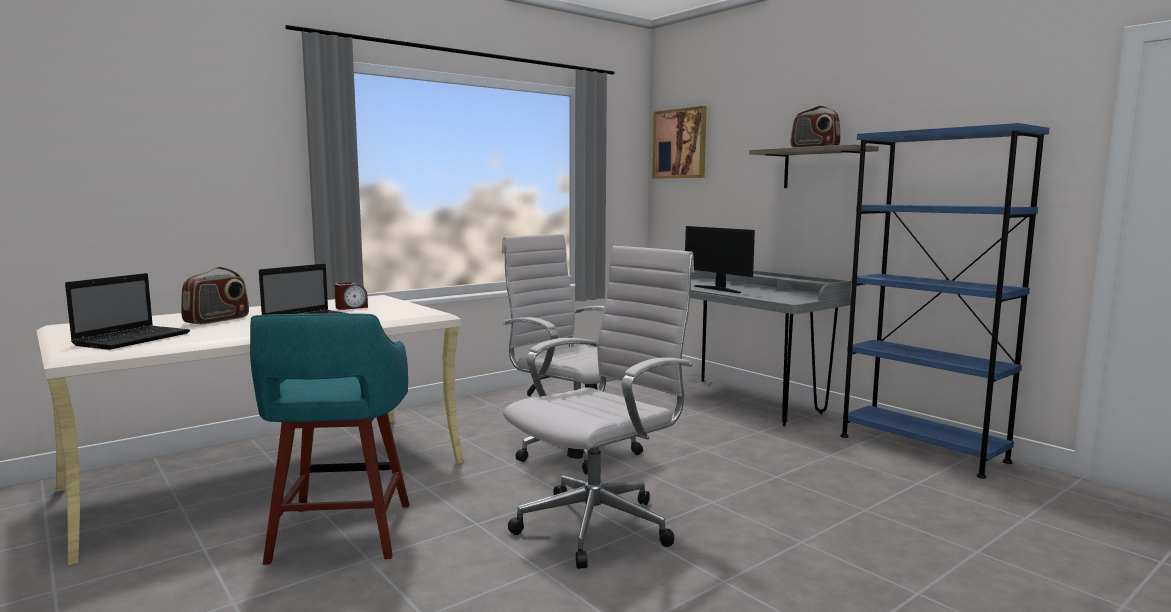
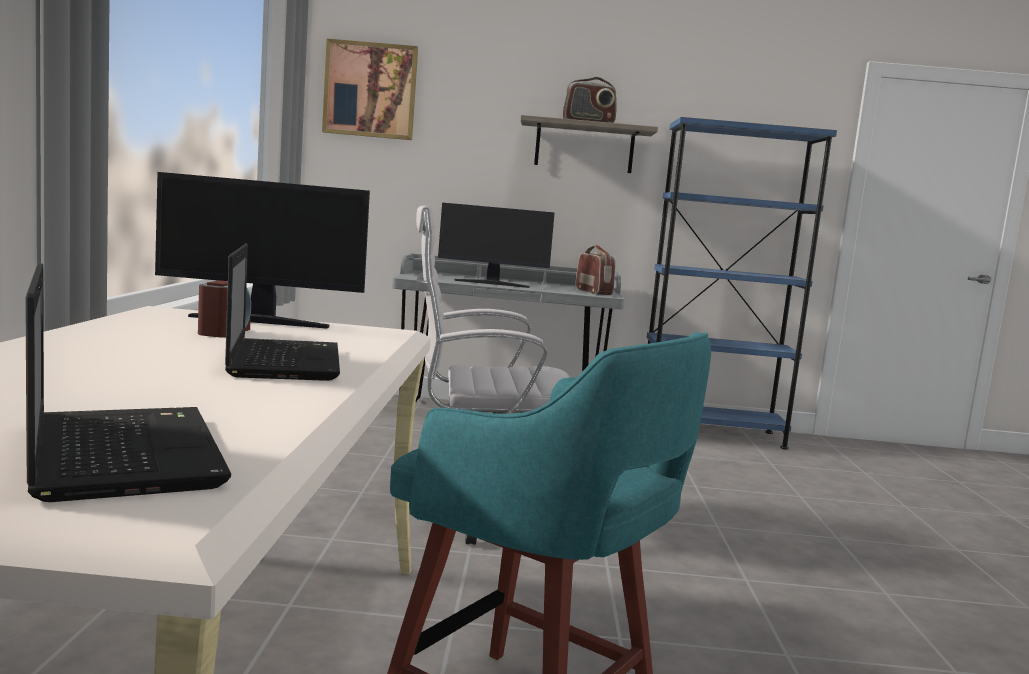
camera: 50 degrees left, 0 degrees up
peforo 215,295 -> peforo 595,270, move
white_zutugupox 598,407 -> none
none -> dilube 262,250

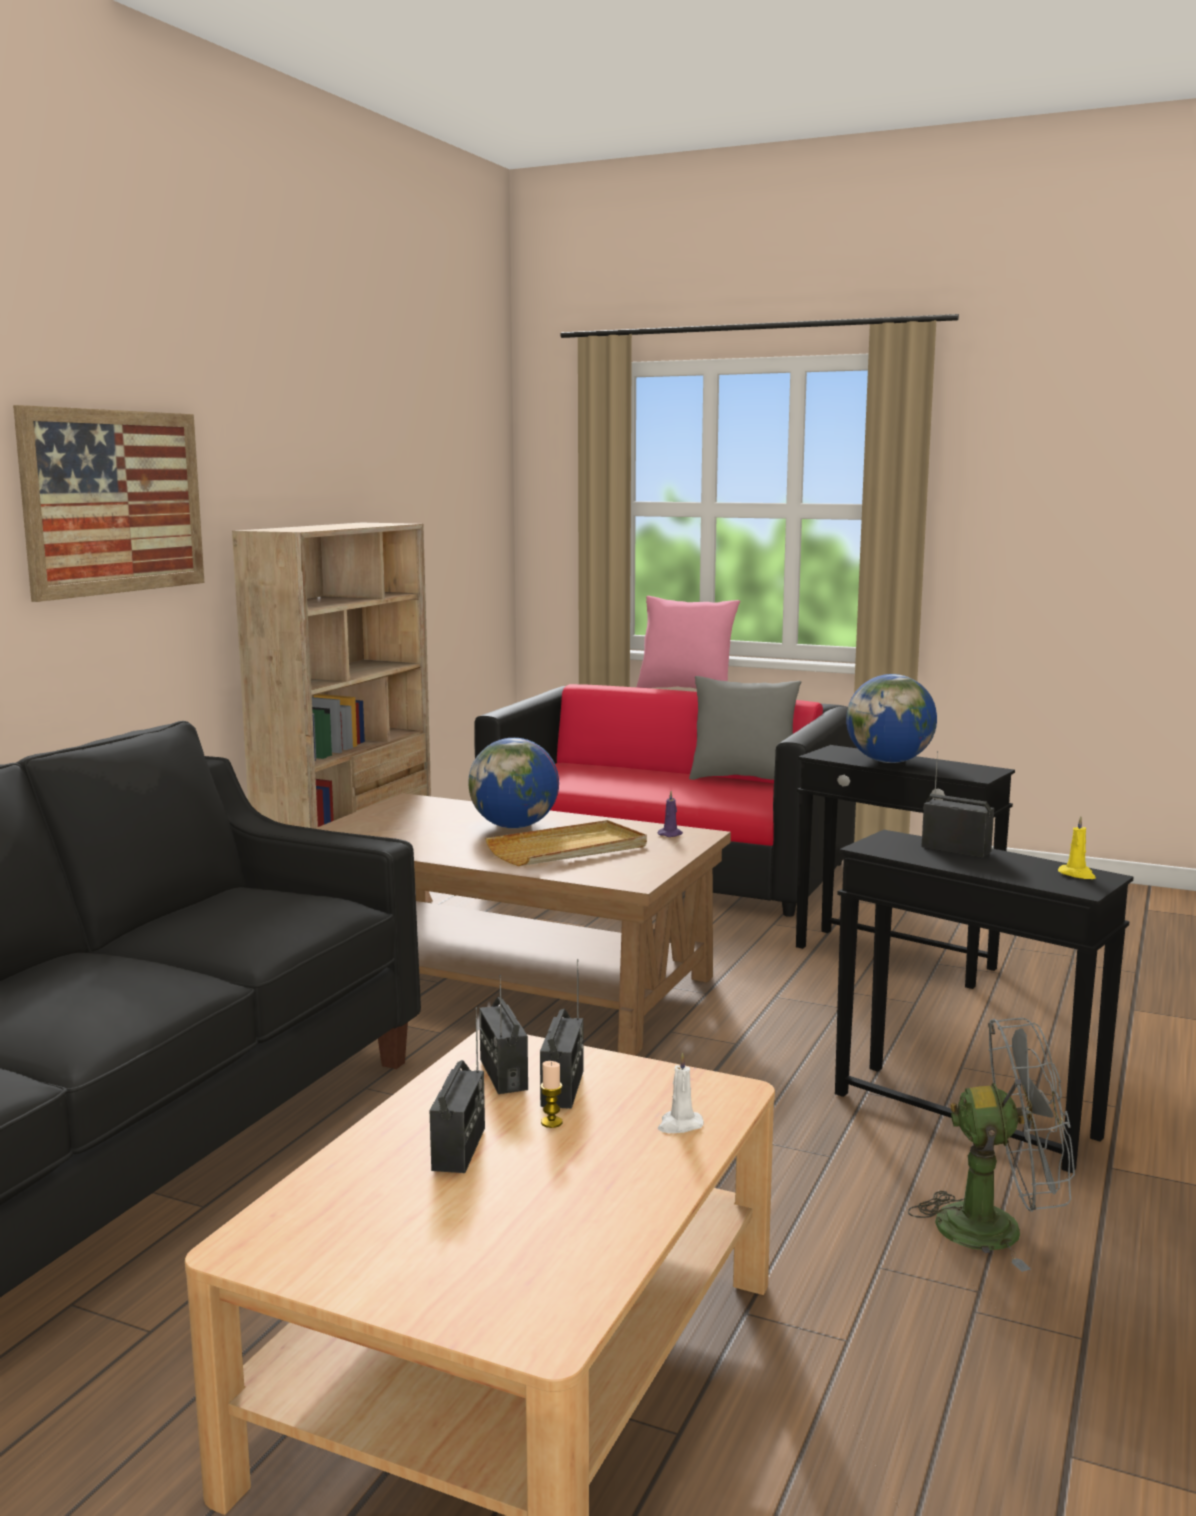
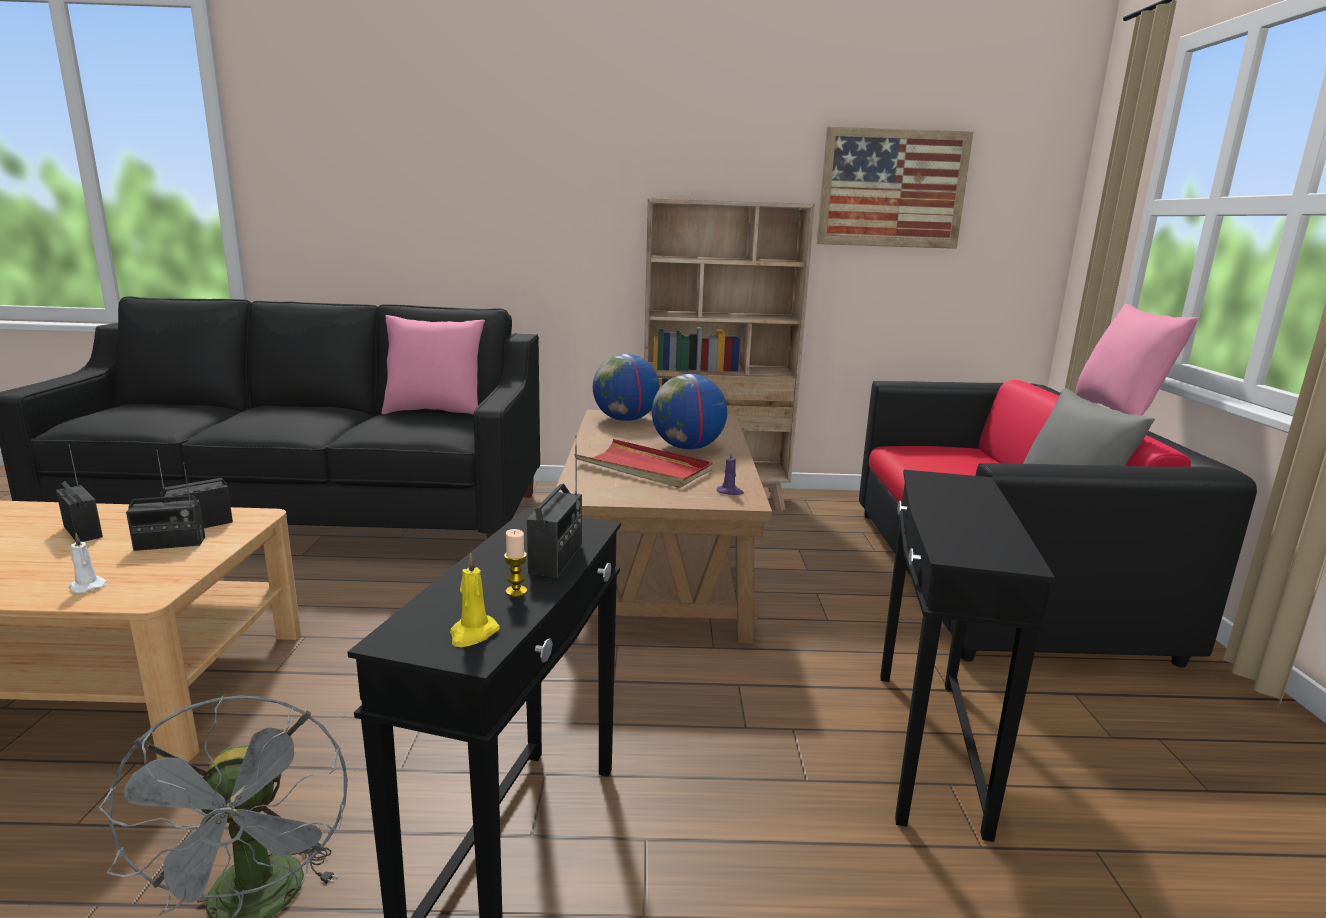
camera: 65 degrees right, 5 degrees up
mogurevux 109,503 -> mogurevux 895,188, move
peforo 457,1090 -> peforo 79,493, 120 degrees counterclockwise
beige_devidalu 566,843 -> red_devidalu 643,463
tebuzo 551,1094 -> tebuzo 515,563, move
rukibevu 891,718 -> rukibevu 626,387, move
none -> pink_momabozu 433,364

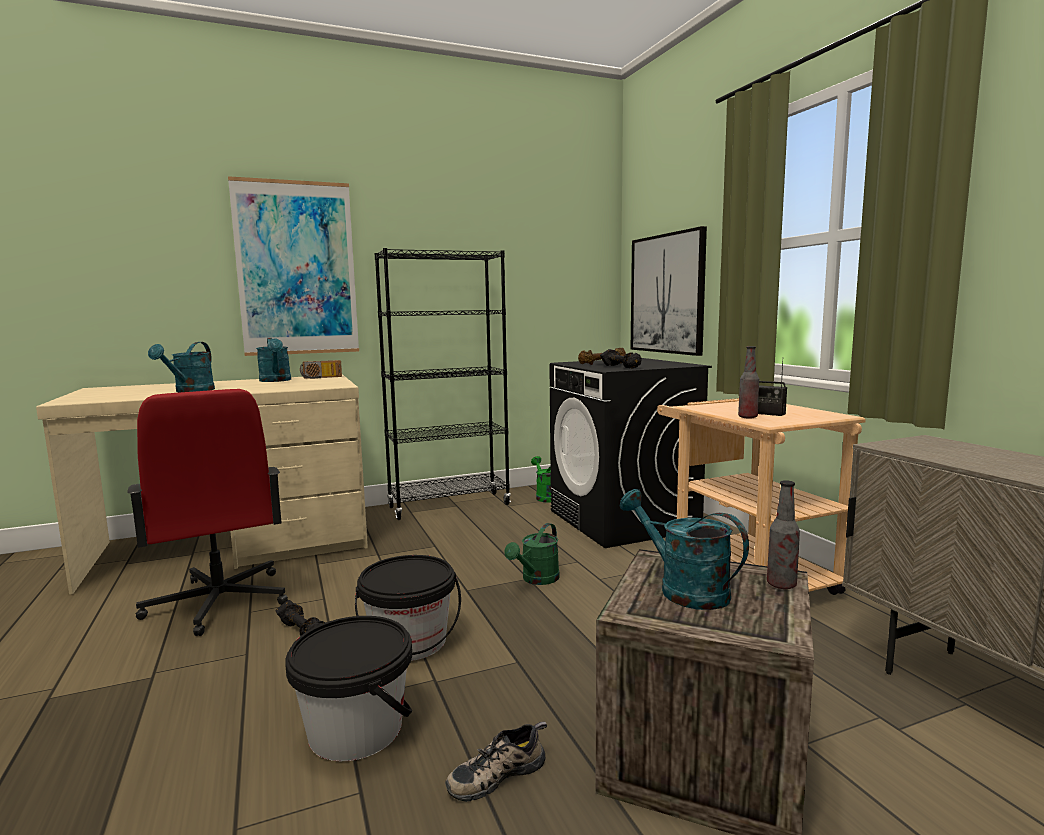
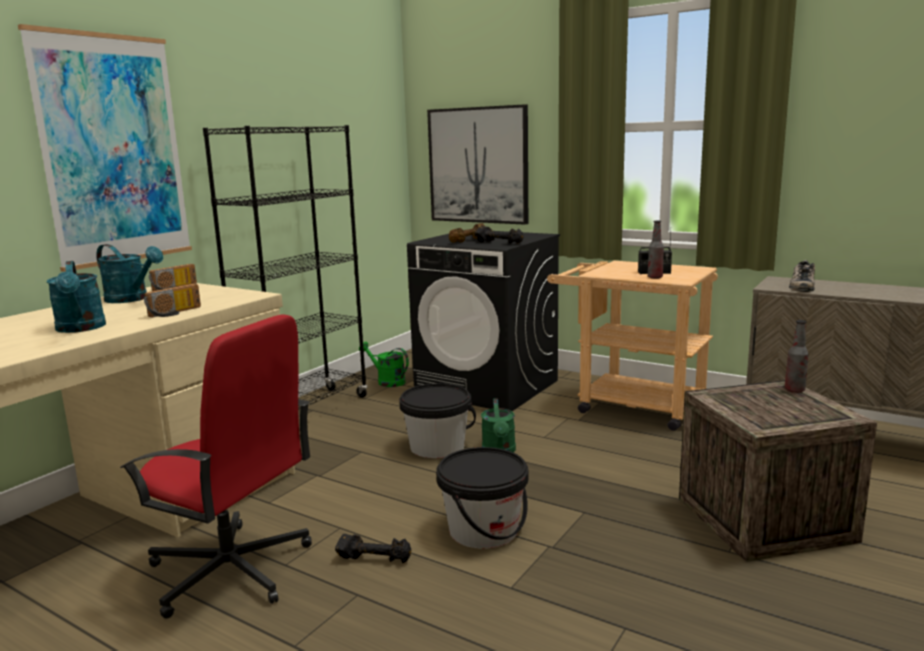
camera: 35 degrees left, 5 degrees up
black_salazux 348,688 -> black_salazux 437,420, move
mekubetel 496,761 -> mekubetel 802,276, move
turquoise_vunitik 684,549 -> none
none -> peforo 172,301

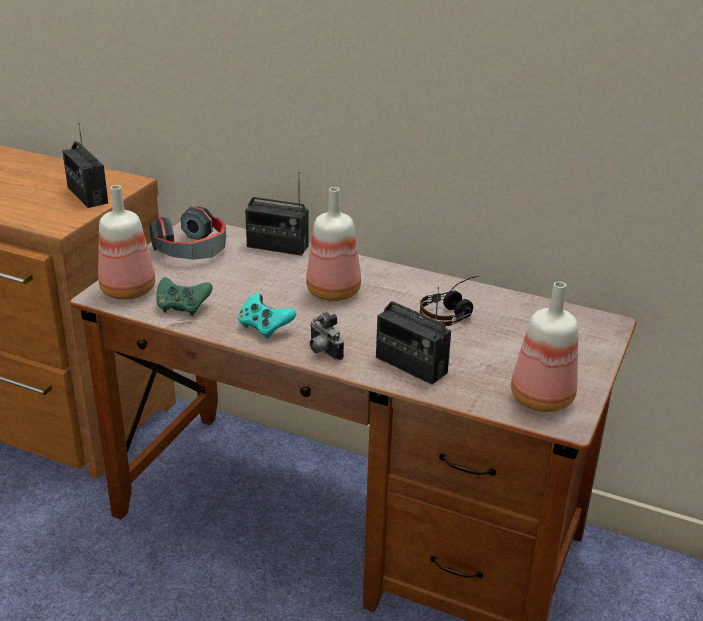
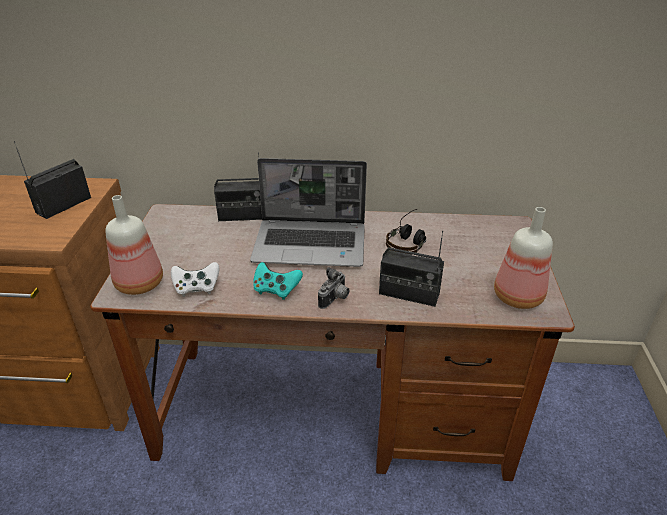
camera: 20 degrees left, 5 degrees up
peforo 85,165 -> peforo 52,180, 90 degrees clockwise
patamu 187,233 -> none
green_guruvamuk 184,296 -> white_guruvamuk 195,279
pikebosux 333,244 -> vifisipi 308,212
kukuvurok 327,336 -> kukuvurok 334,288, 90 degrees counterclockwise

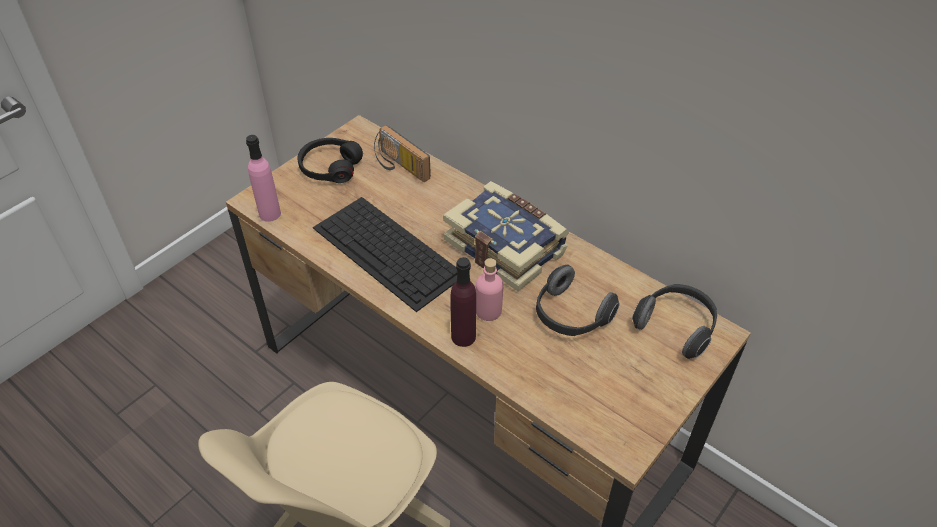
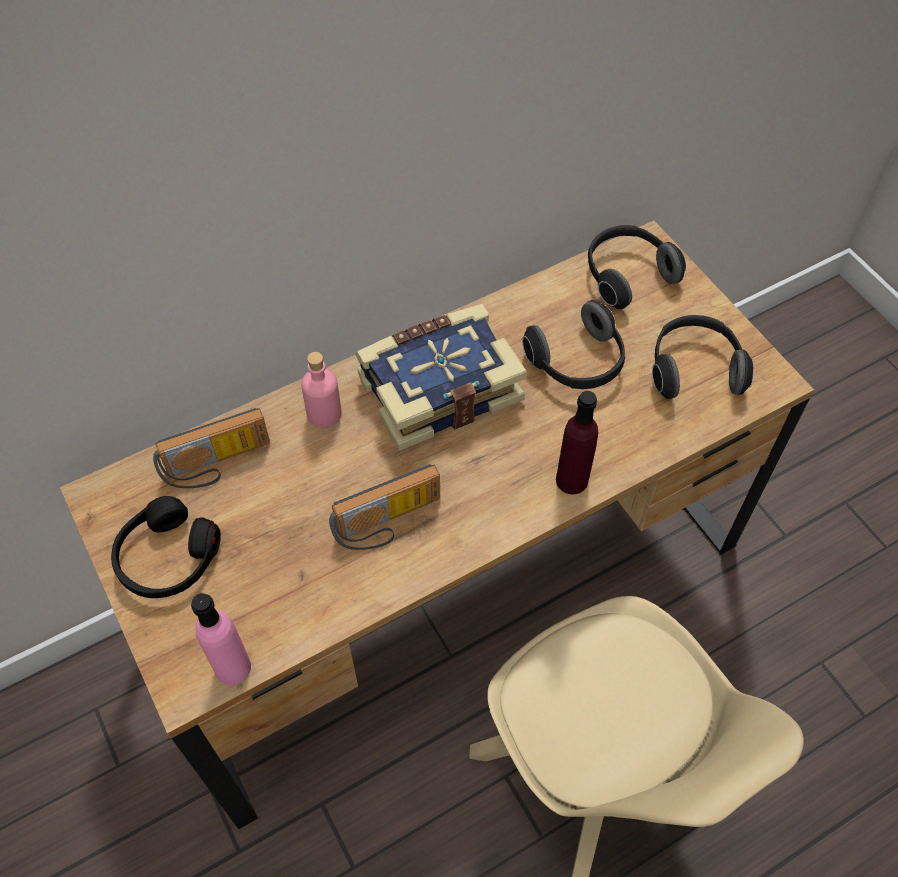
camera: 70 degrees left, 10 degrees up
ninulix 385,254 -> peforo 384,507
pink_pikebosux 489,289 -> pink_pikebosux 321,390, move
none -> patamu 703,357

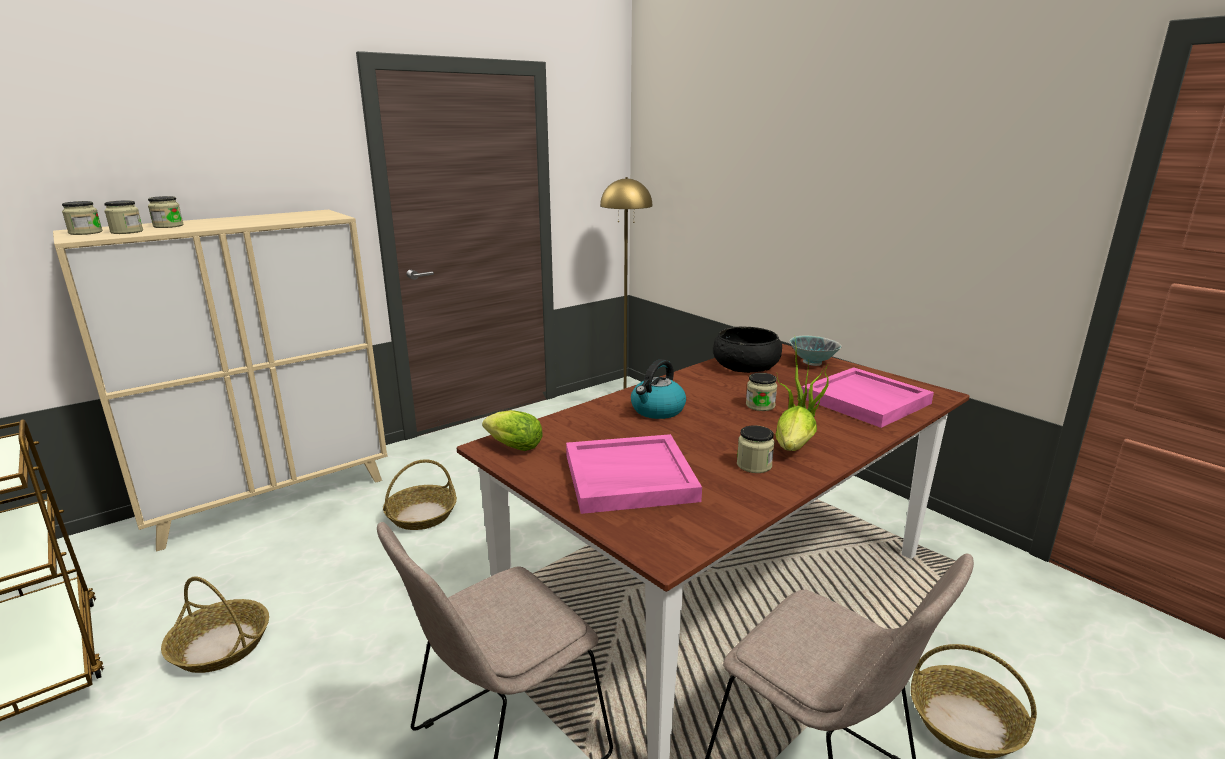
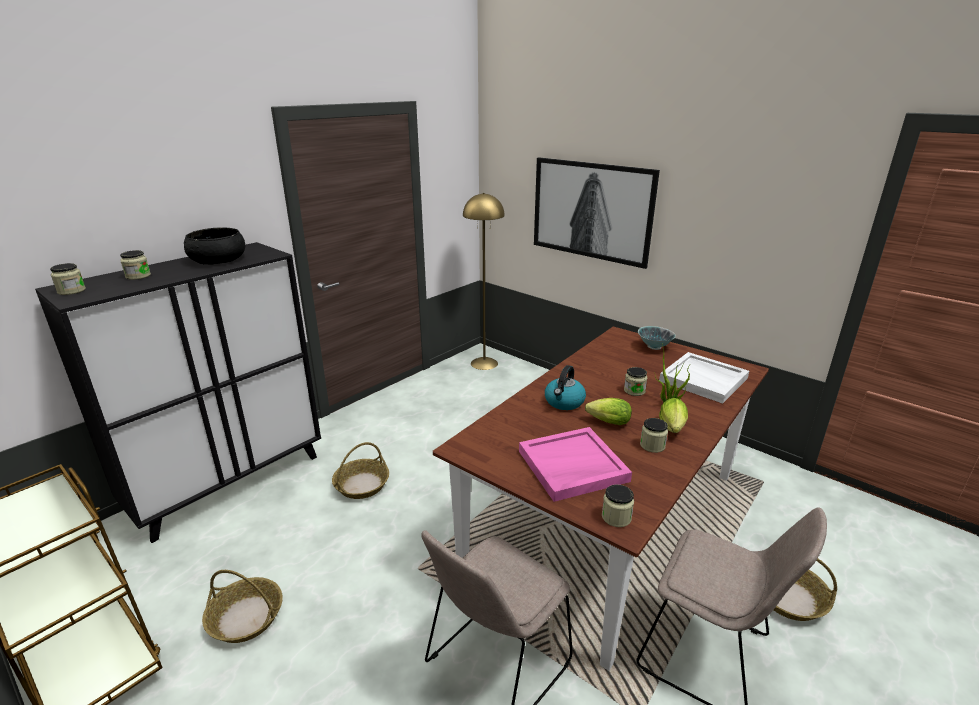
camera: 10 degrees left, 5 degrees up
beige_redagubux 220,381 -> black_redagubux 178,392
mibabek 123,217 -> mibabek 618,506, move
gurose 512,430 -> gurose 608,411, move
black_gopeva 747,349 -> black_gopeva 214,246, move
pink_devidalu 868,397 -> white_devidalu 704,378
none -> mogurevux 597,213

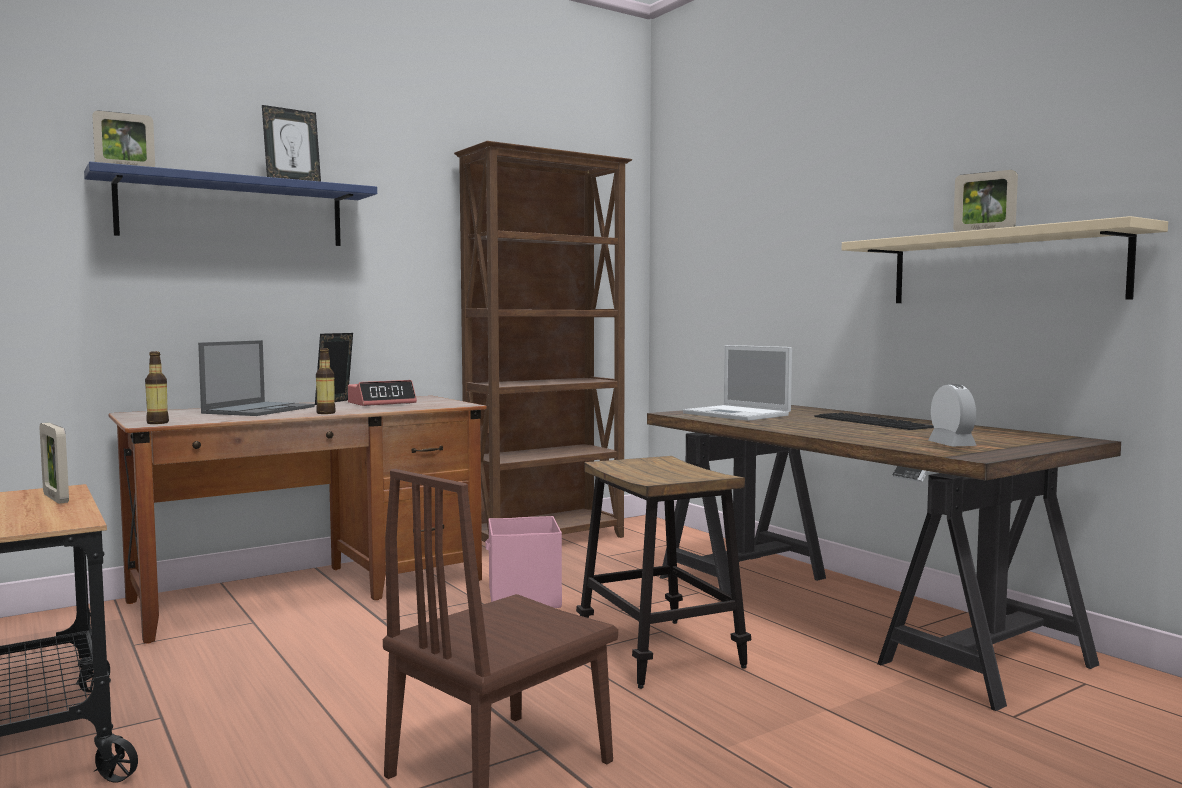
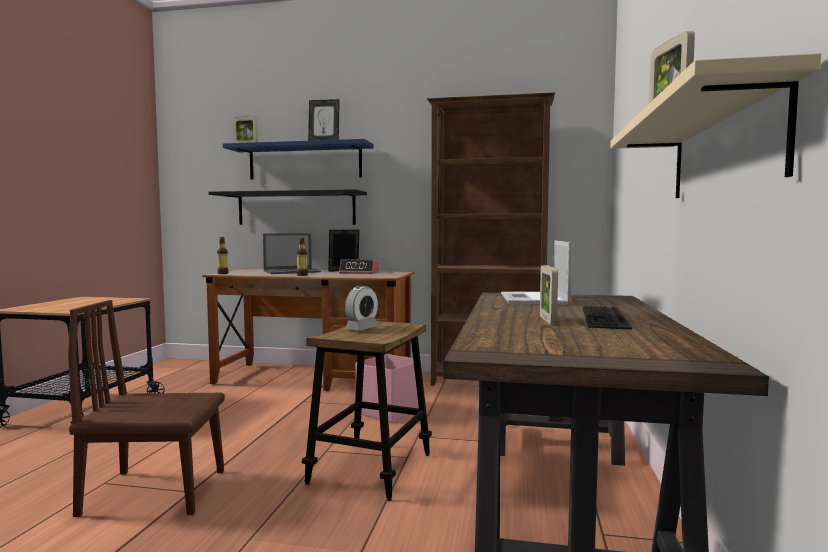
camera: 45 degrees right, 0 degrees up
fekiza 54,463 -> fekiza 549,294, move
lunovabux 952,415 -> lunovabux 361,308, move
none -> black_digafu 288,207

